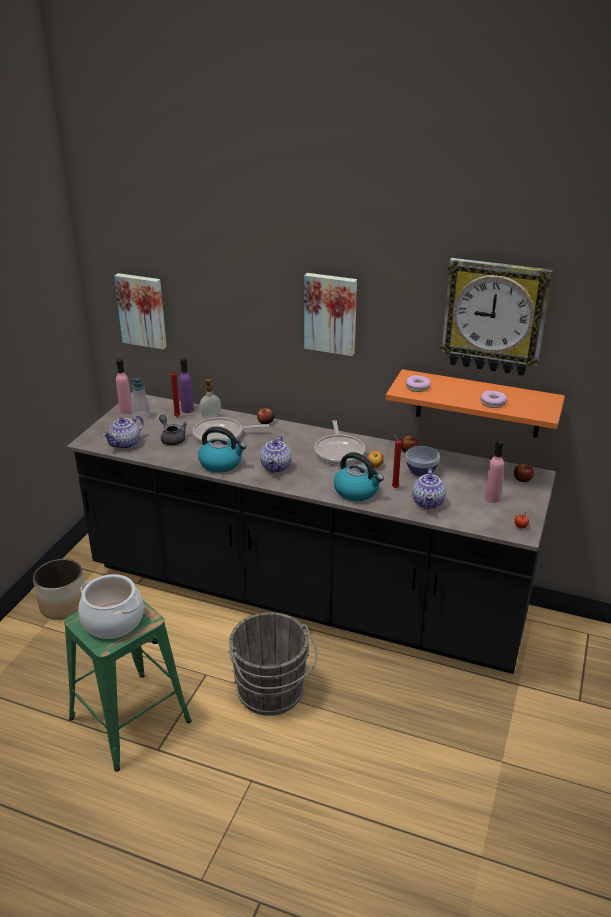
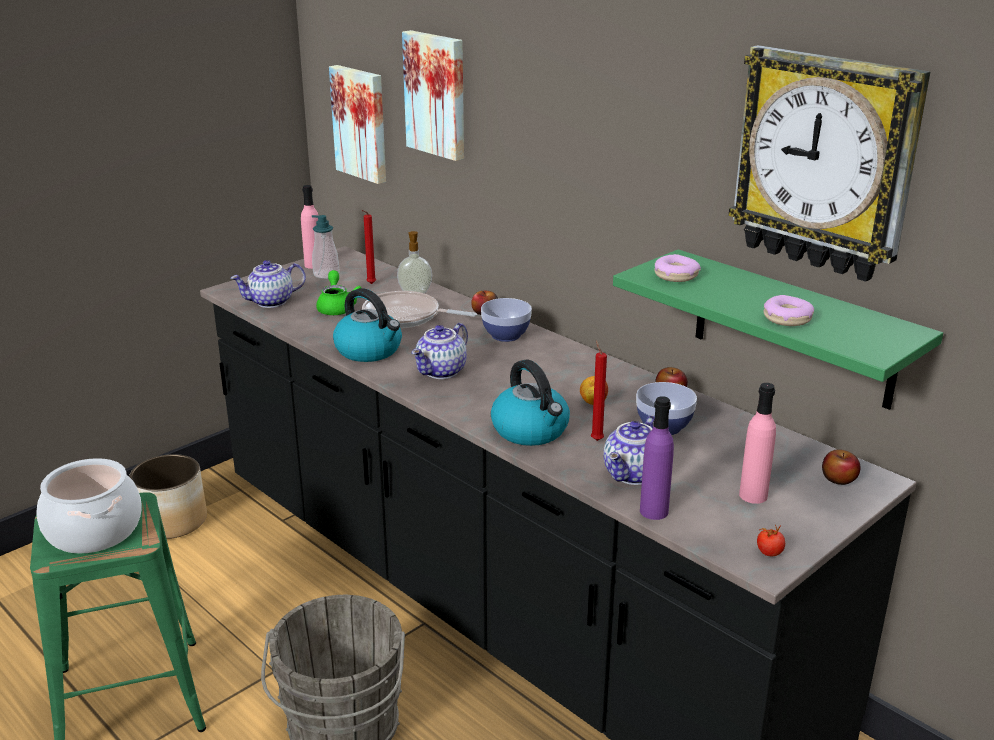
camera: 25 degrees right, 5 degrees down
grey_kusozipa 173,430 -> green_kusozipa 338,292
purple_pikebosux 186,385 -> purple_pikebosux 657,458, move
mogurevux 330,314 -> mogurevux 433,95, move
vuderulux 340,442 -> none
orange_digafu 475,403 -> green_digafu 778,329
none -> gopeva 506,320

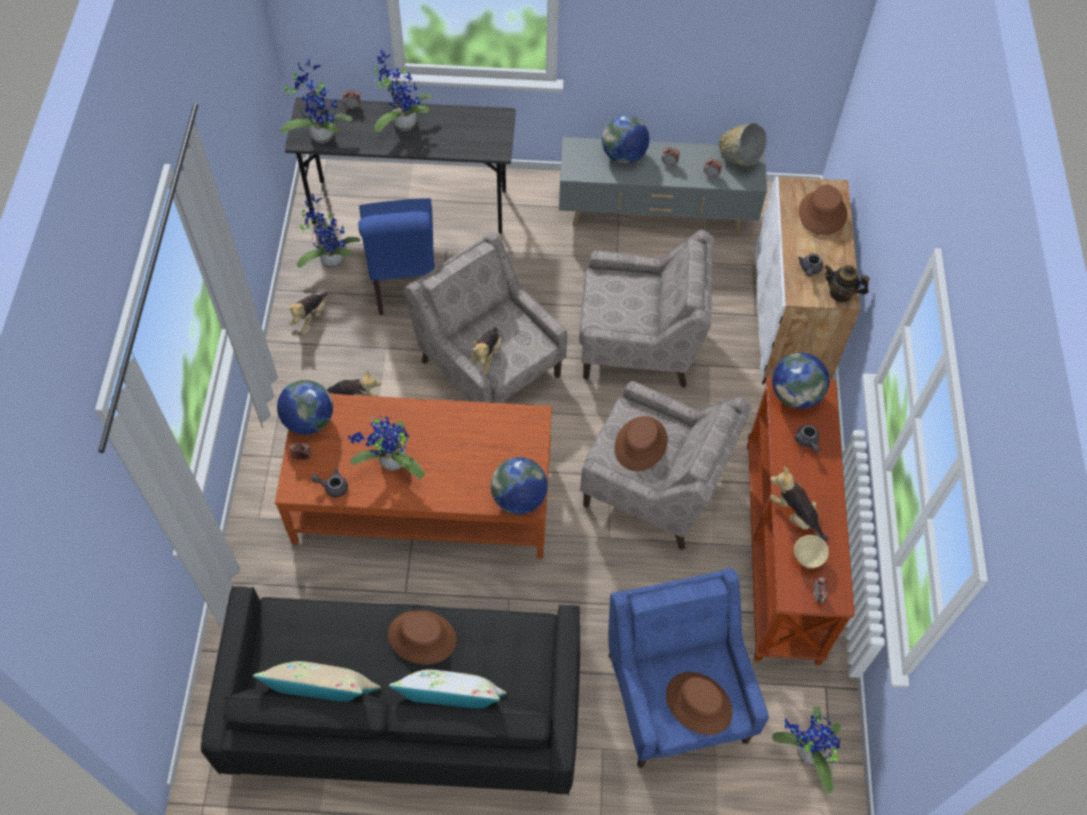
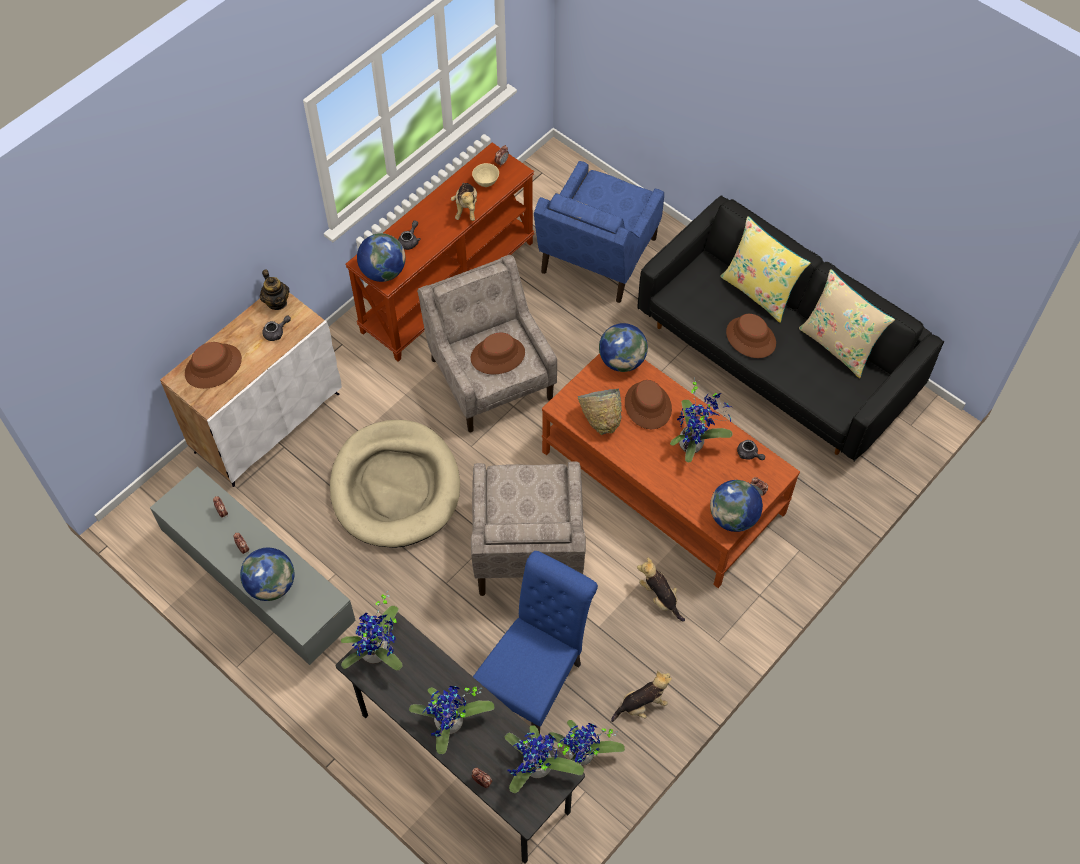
camera: 140 degrees left, 0 degrees up
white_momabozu 448,688 -> yellow_momabozu 765,269
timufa 486,350 -> none
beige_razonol 646,309 -> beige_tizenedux 395,484
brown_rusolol 699,703 -> brown_rusolol 648,404, move
grey_gopeva 743,144 -> grey_gopeva 600,412, move
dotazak 806,749 -> dotazak 372,630, move

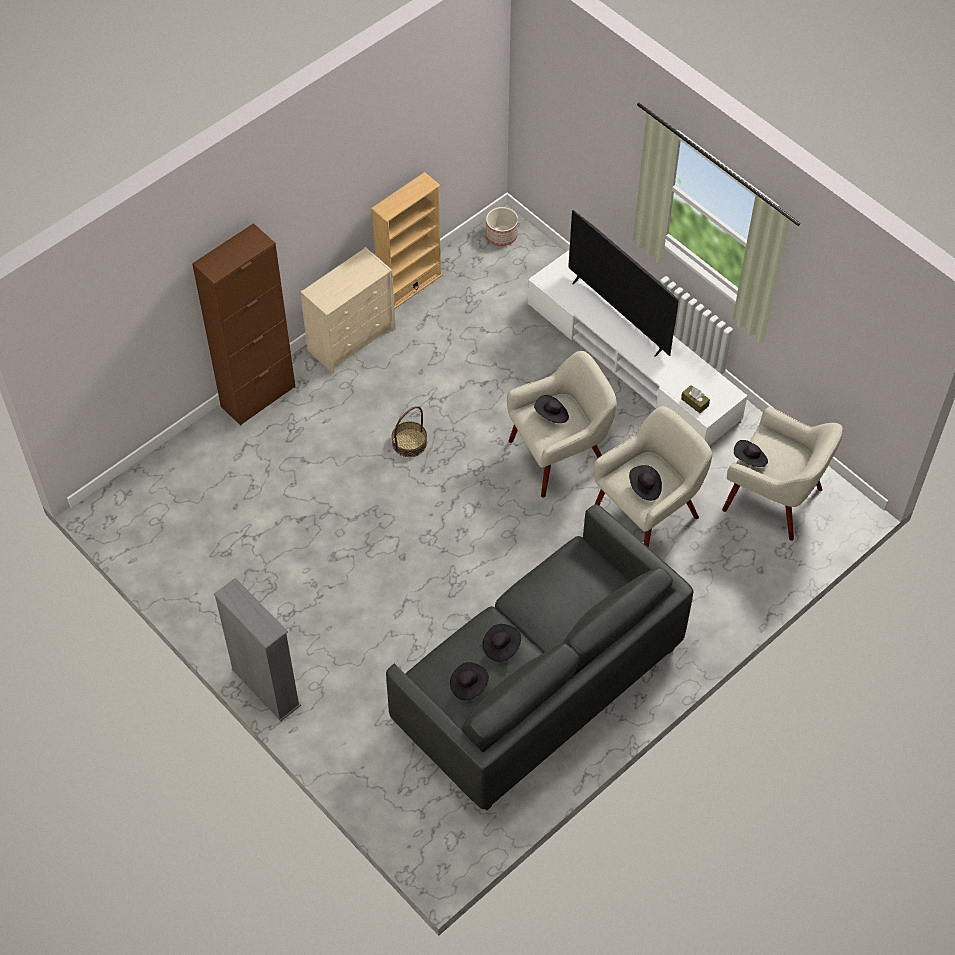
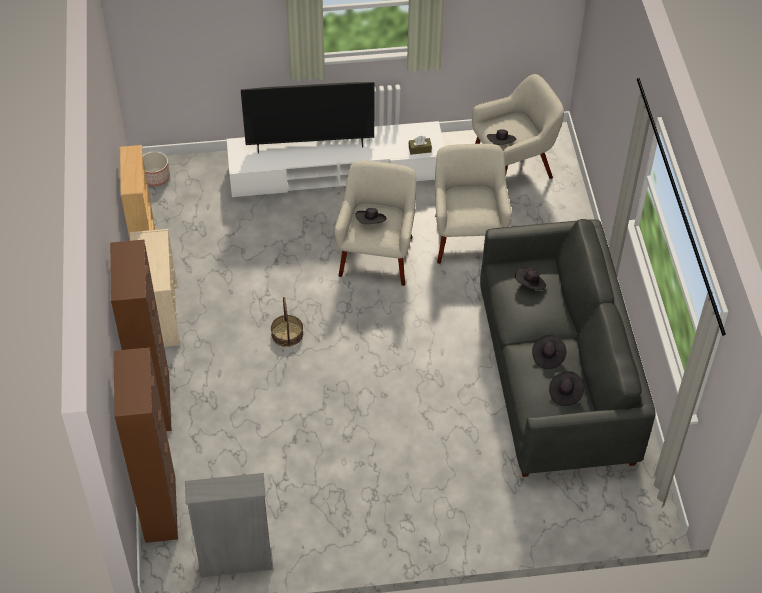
camera: 55 degrees left, 5 degrees down
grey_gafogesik 257,649 -> grey_gafogesik 229,525, move
black_rusolol 645,483 -> black_rusolol 530,278, move
none -> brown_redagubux 146,445

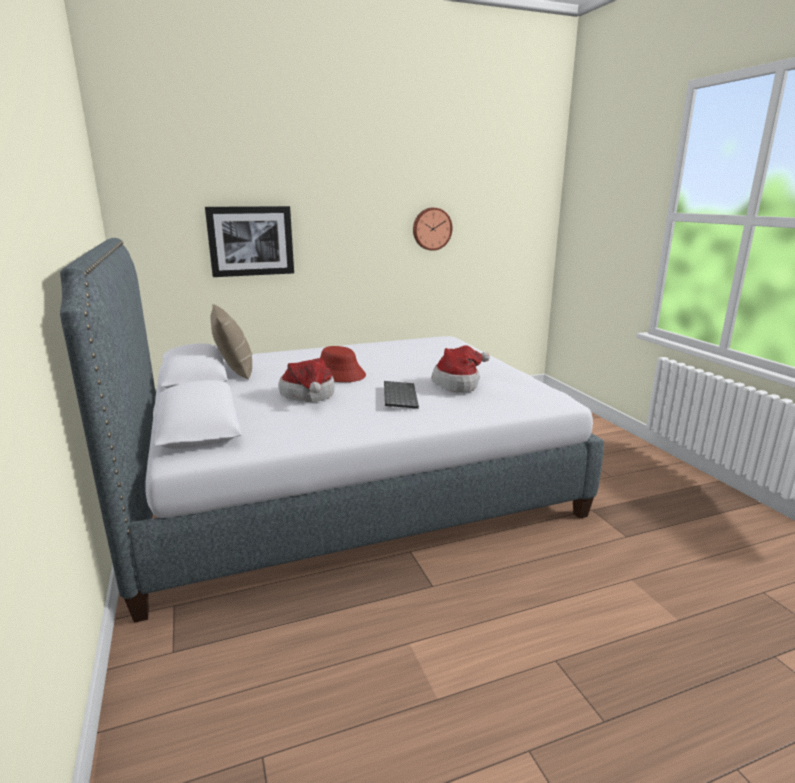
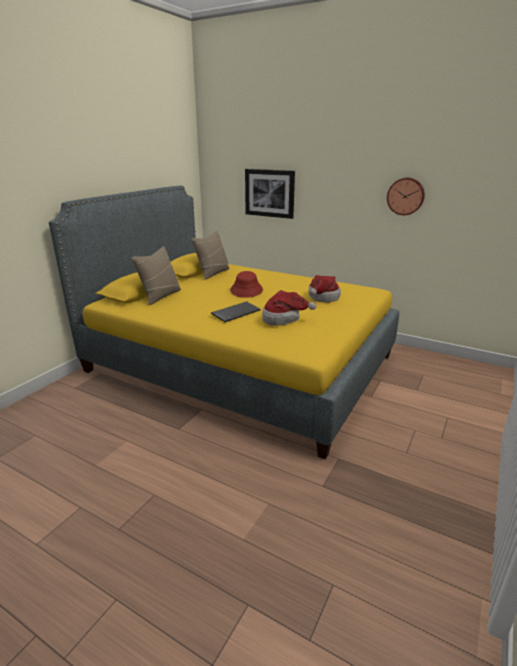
camera: 50 degrees right, 5 degrees up
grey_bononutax 332,430 -> yellow_bononutax 224,322
rusolol 307,380 -> rusolol 325,289, move
none -> beige_momabozu 156,275

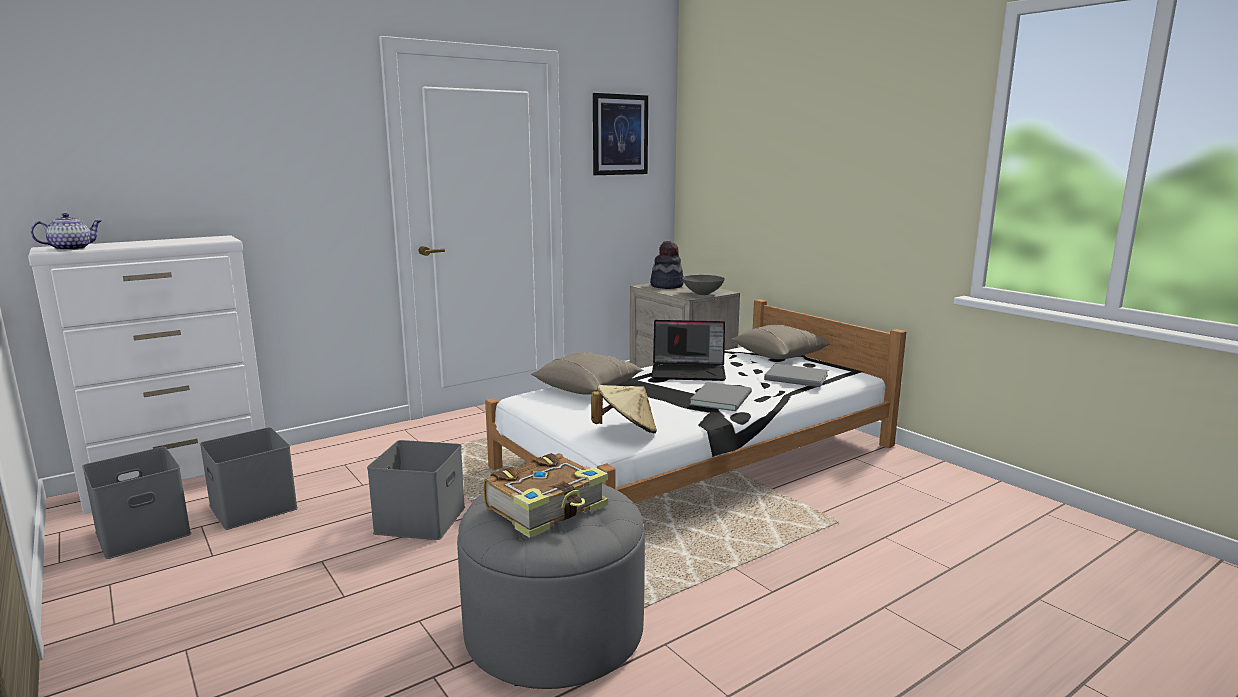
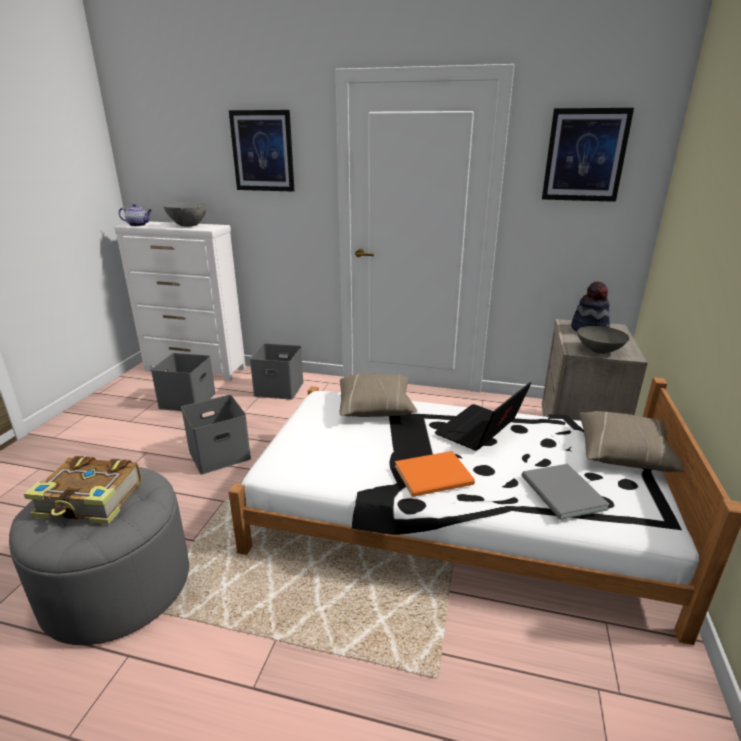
camera: 50 degrees right, 10 degrees up
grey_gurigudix 136,503 -> grey_gurigudix 277,371, move
beige_rusolol 624,409 -> none
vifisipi 688,350 -> vifisipi 483,416, 75 degrees clockwise
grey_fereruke 721,396 -> orange_fereruke 435,474
none -> grey_gopeva 185,214
none -> mogurevux 261,151

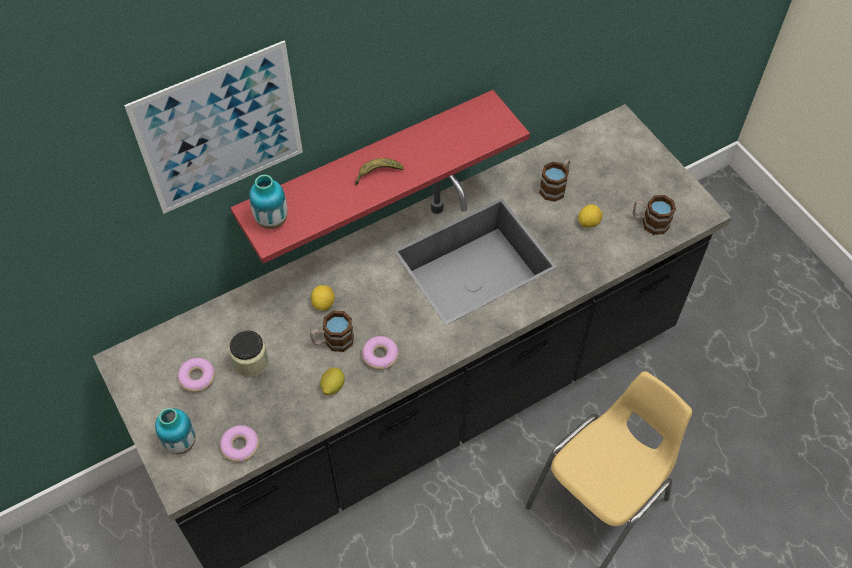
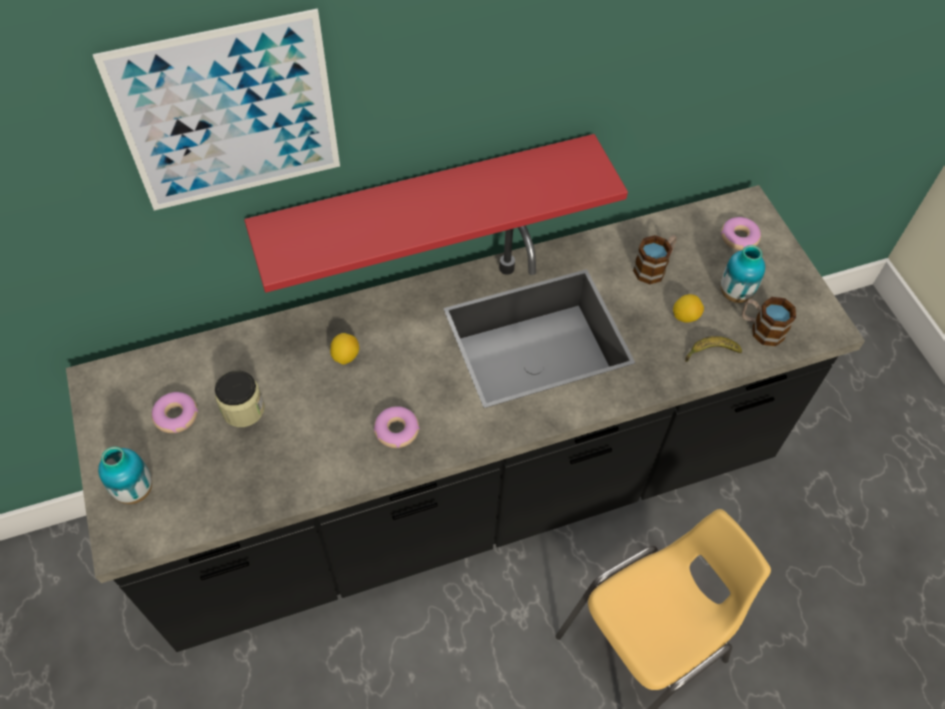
camera: 10 degrees right, 0 degrees up
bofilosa 239,443 -> bofilosa 741,234, move
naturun 268,202 -> naturun 743,274, move
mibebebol 332,331 -> none
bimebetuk 332,381 -> none
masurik 379,171 -> masurik 713,349, move

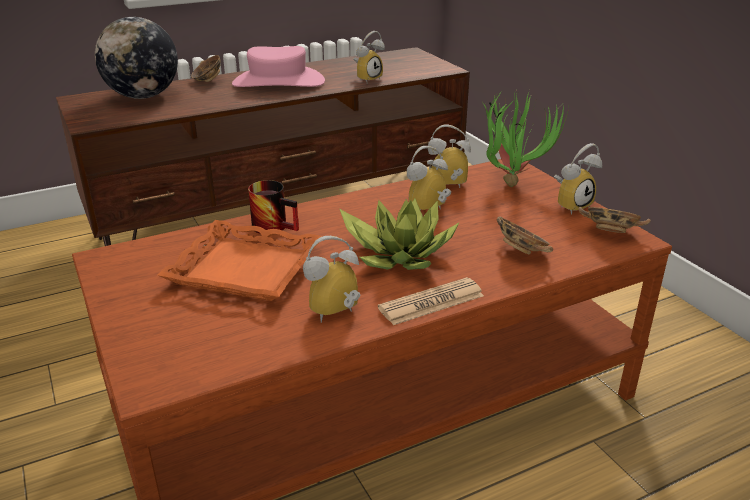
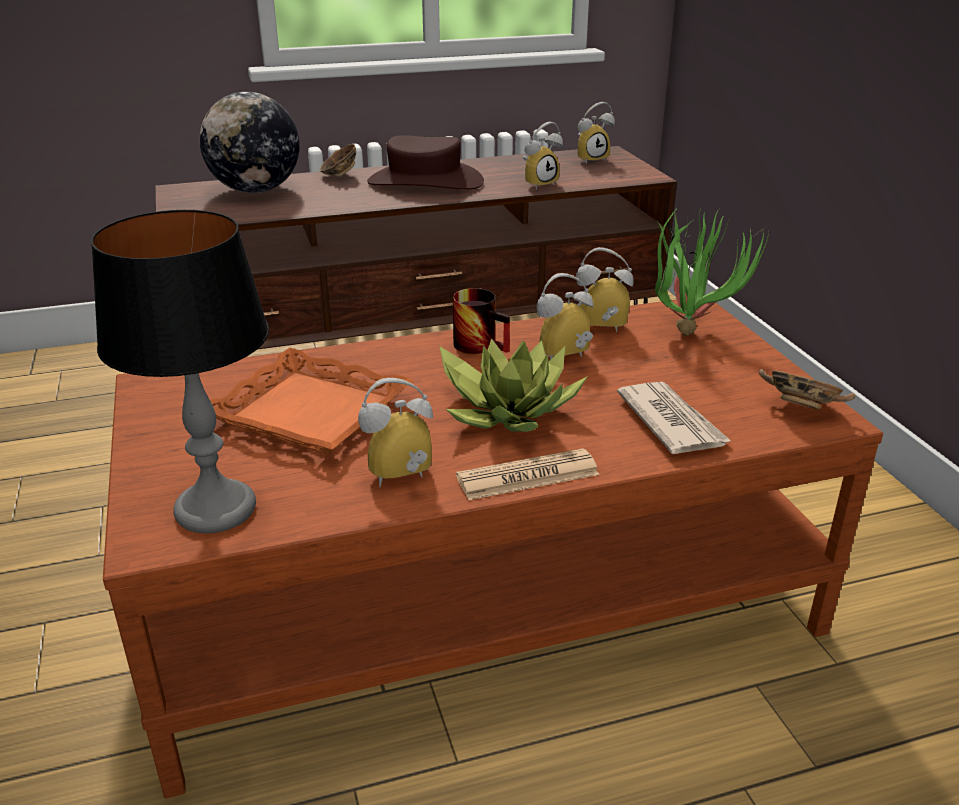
camera: 10 degrees right, 0 degrees up
pink_rusolol 278,66 -> brown_rusolol 425,162
mibebebol 273,207 -> mibebebol 481,321, move
gopeva 525,235 -> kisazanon 674,418
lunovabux 578,178 -> lunovabux 596,133, move
none -> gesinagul 180,371

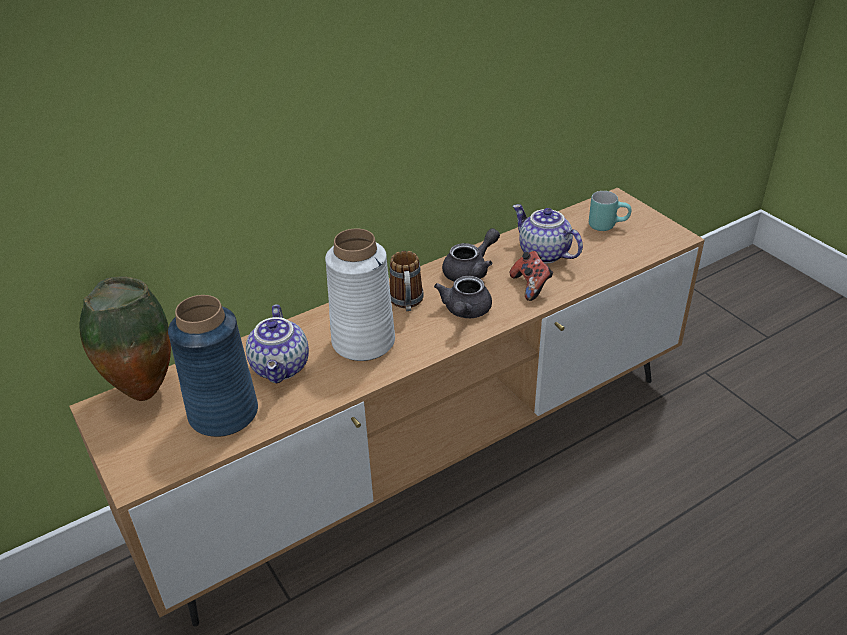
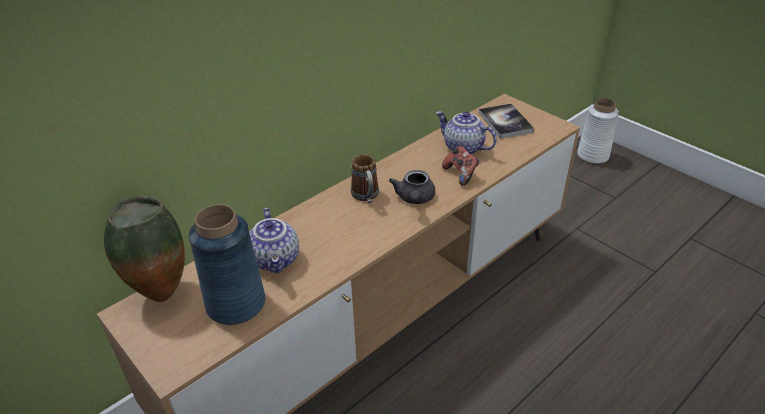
camera: 10 degrees left, 0 degrees up
white_naturun 360,295 -> white_naturun 598,131, move
grey_kusozipa 471,255 -> none
turquoise_mibebebol 610,211 -> fereruke 506,121

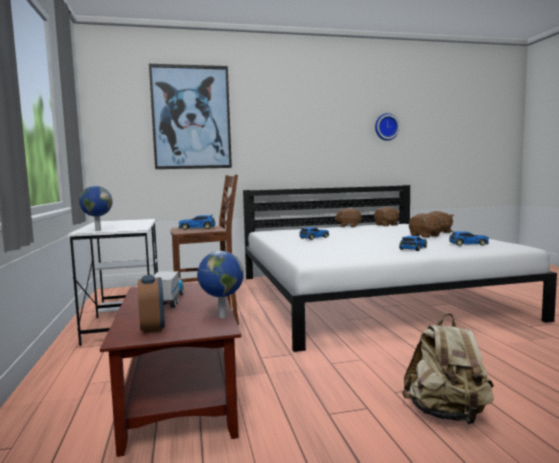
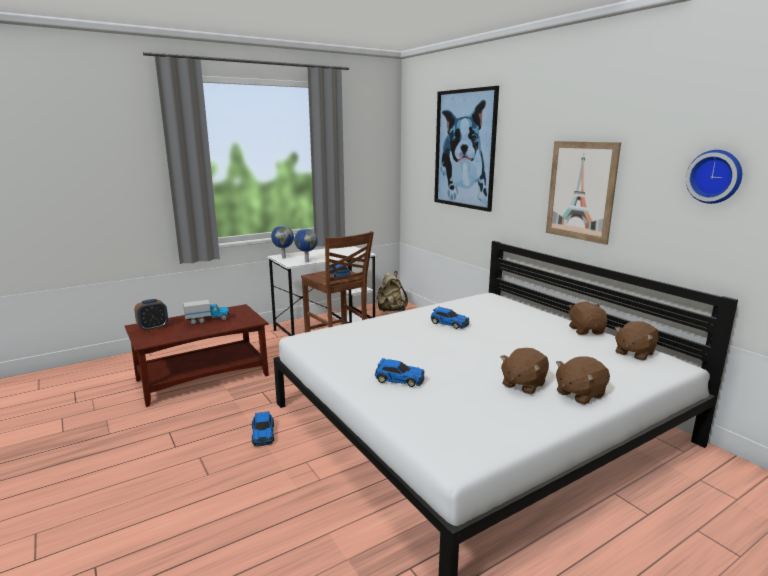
camera: 70 degrees right, 10 degrees up
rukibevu 220,284 -> rukibevu 306,245, move
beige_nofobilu 448,368 -> beige_nofobilu 392,291, move
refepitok 469,238 -> refepitok 263,428, move
none -> mogurevux 583,193

